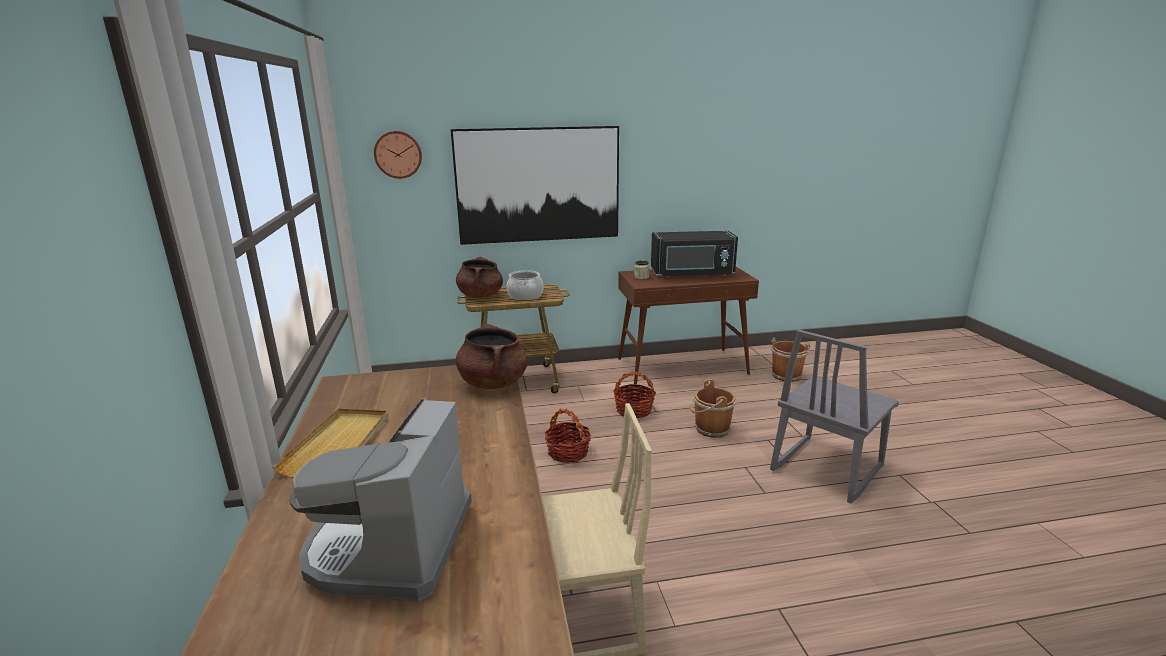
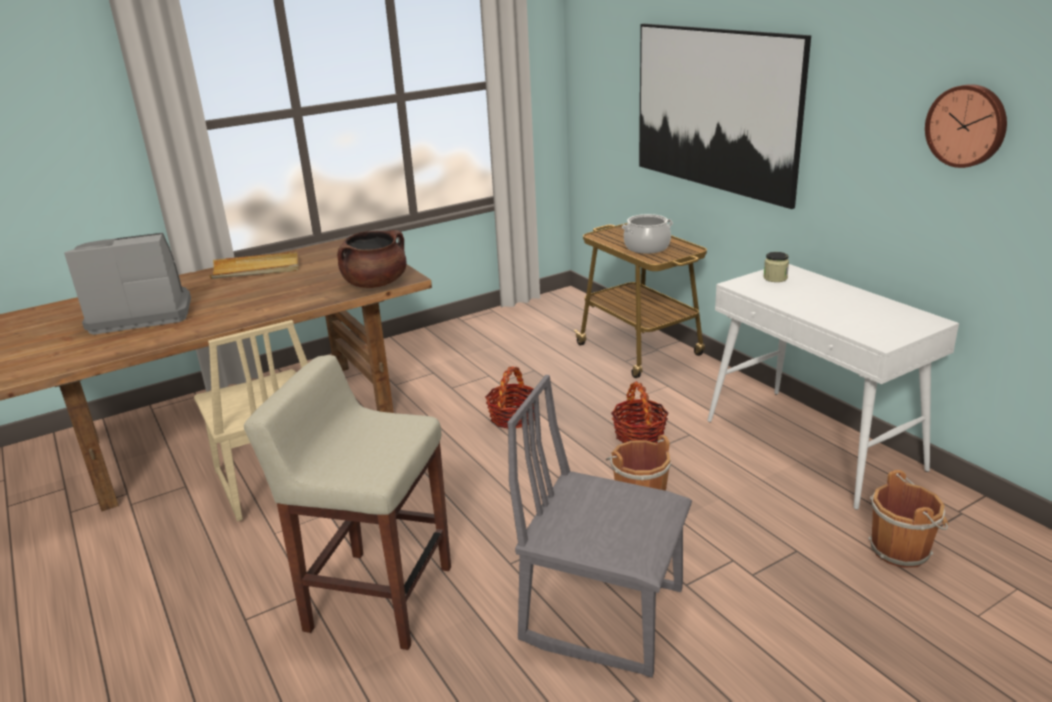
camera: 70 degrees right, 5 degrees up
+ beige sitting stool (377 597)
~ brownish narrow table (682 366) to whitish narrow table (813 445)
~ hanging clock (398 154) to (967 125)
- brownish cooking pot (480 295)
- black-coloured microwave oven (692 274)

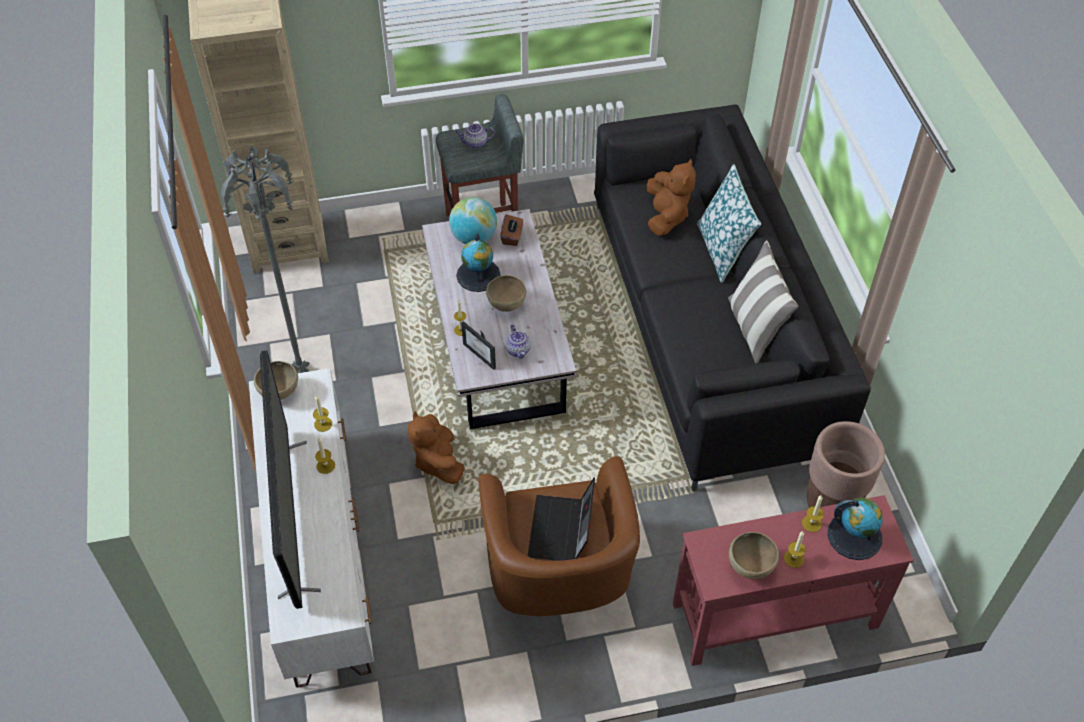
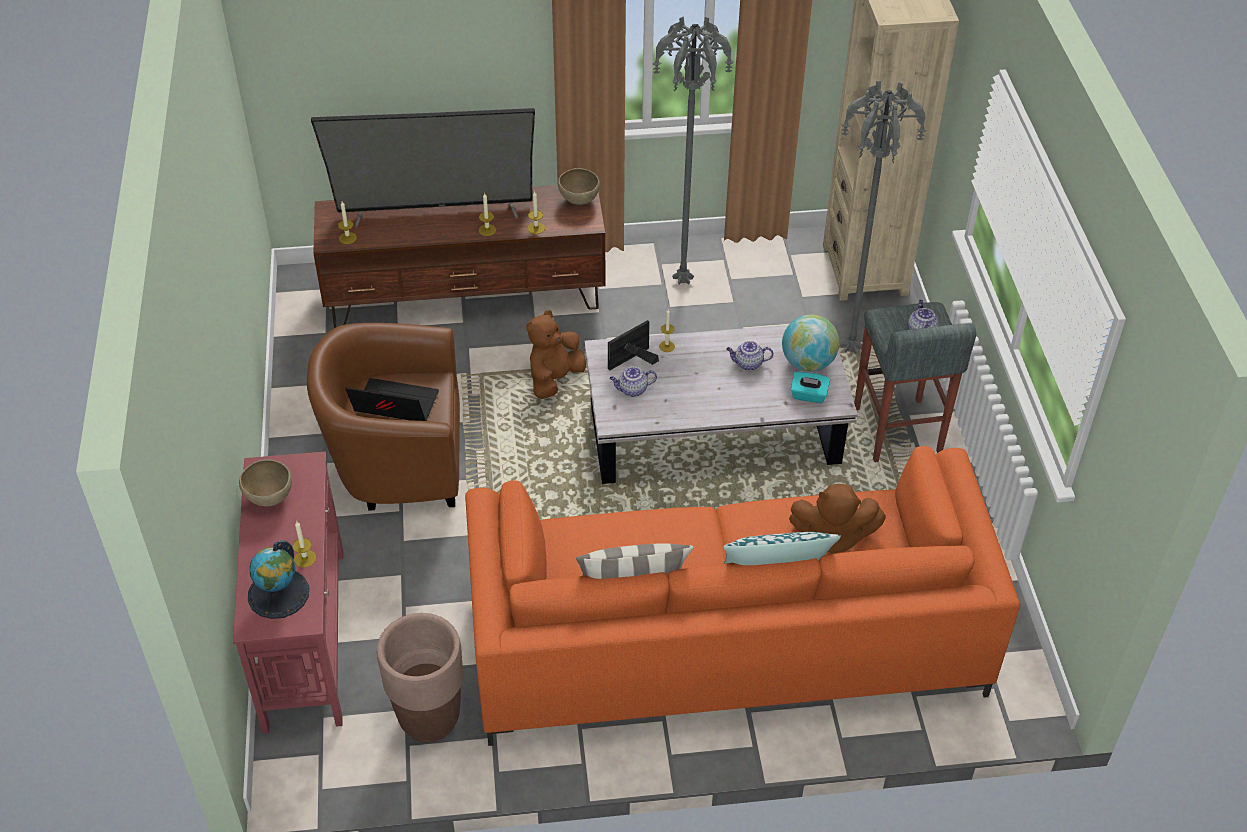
camera: 95 degrees right, 5 degrees down
~ whitish tv unit (319 551) to brownish tv unit (466 296)
~ wax light (793 558) to (347 238)
~ black-coloured settee (708 325) to orange settee (725 639)
~ brownish soft toy (438 461) = (554 379) 45 degrees counterclockwise
~ globe (478 275) to tea pot (748 364)
~ brownish box of tissues (512 237) to blue-green box of tissues (808 396)
+ gray floor lamp (848 350)
- brownish deep dish (506 305)

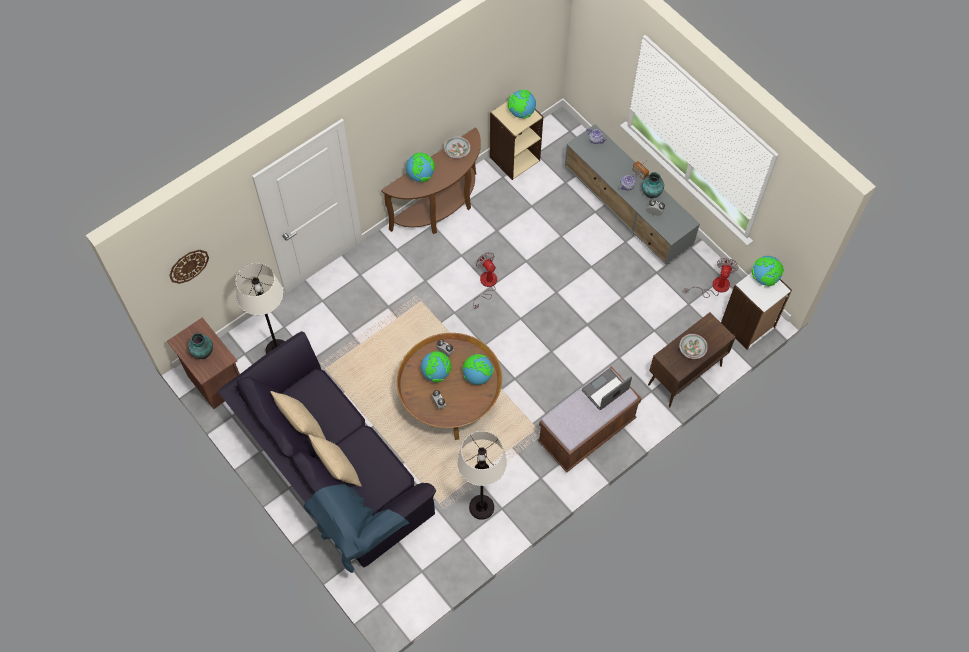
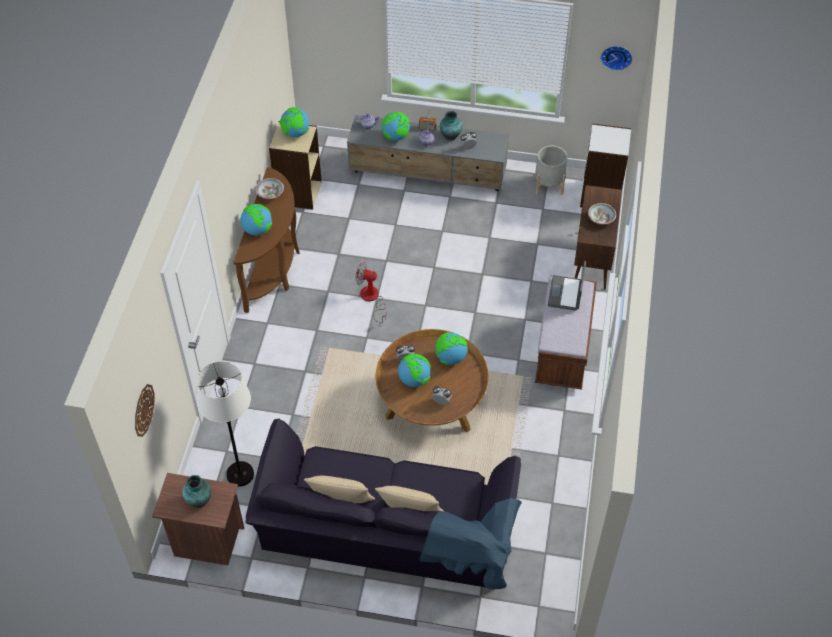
camera: 40 degrees left, 10 degrees down
~ globe (764 278) to (396 137)
~ cooling fan (714 286) to gray flower pot (548 184)
+ hanging clock (616 56)
- whitish floor lamp (481 507)

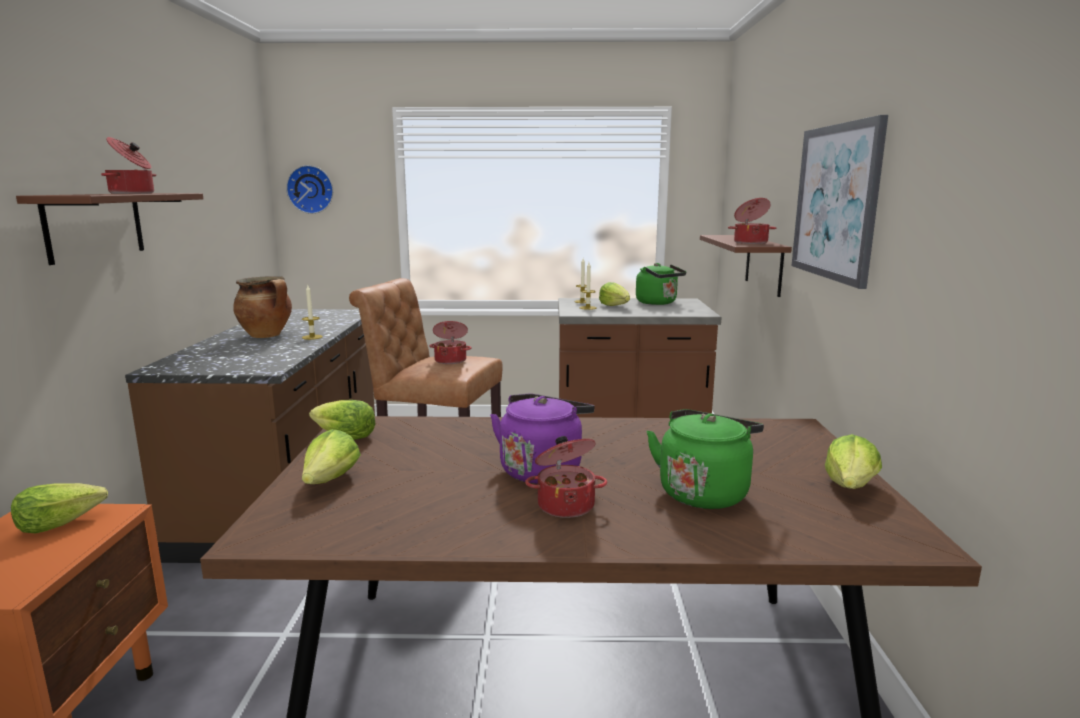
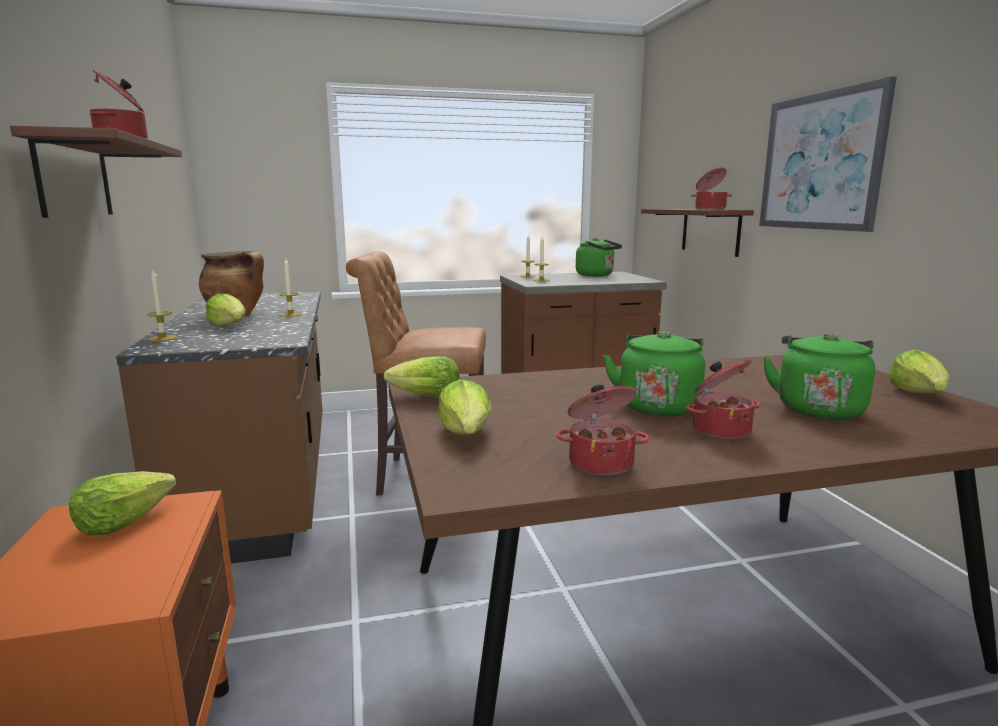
camera: 15 degrees left, 0 degrees up
+ wax light (163 338)
~ lettuce head (615 306) to (230 326)
~ cooking pot (451 360) to (601 463)
~ purplish kettle (542 469) to greenish kettle (658 405)
- hanging clock (311 189)

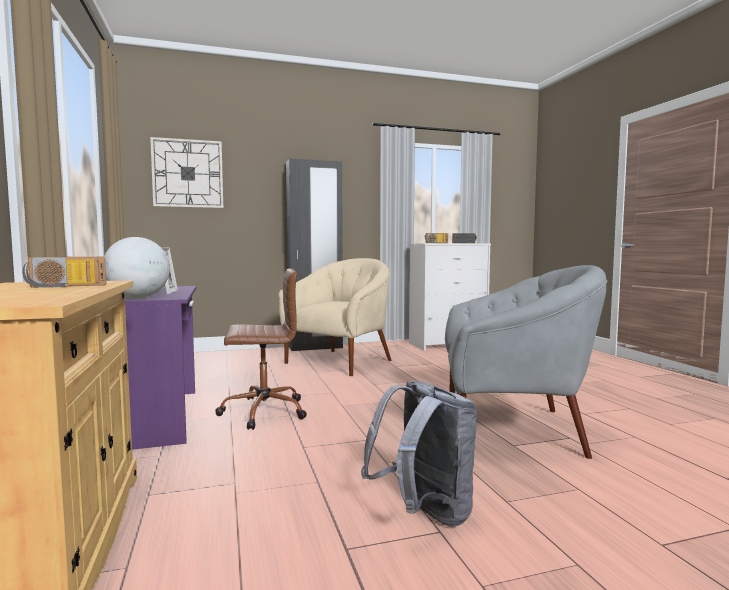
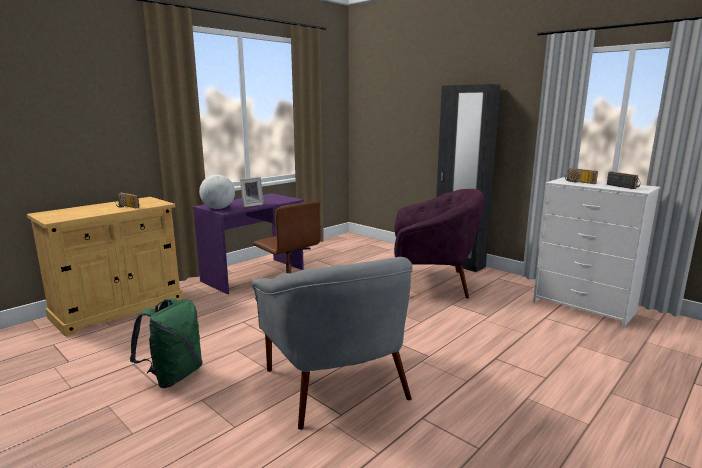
camera: 60 degrees right, 10 degrees up
~ gray backpack (424 514) to greenish backpack (173 376)
~ beige armchair (340 362) to purplish armchair (431 283)
- hanging clock (188 173)

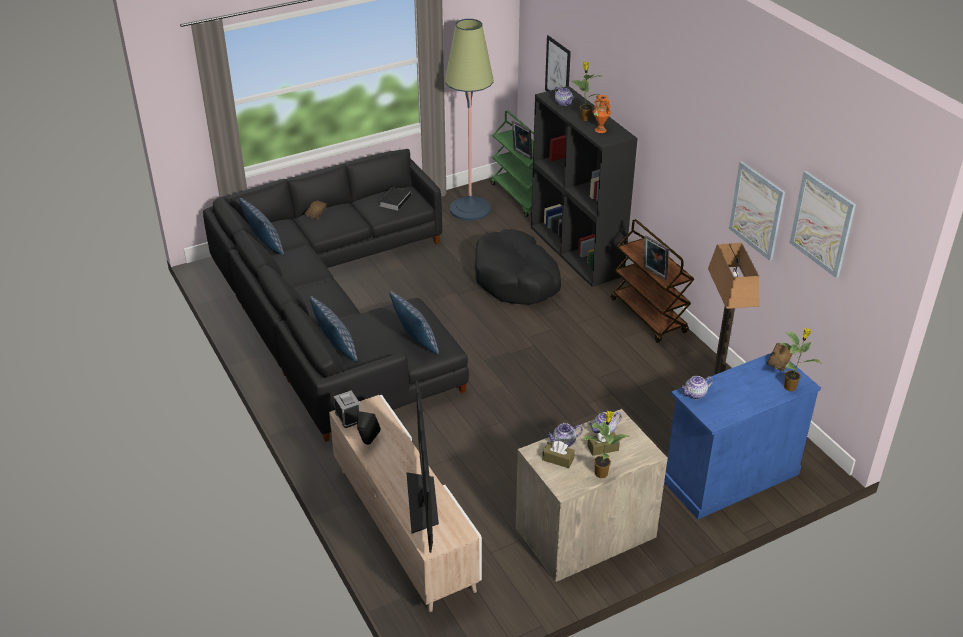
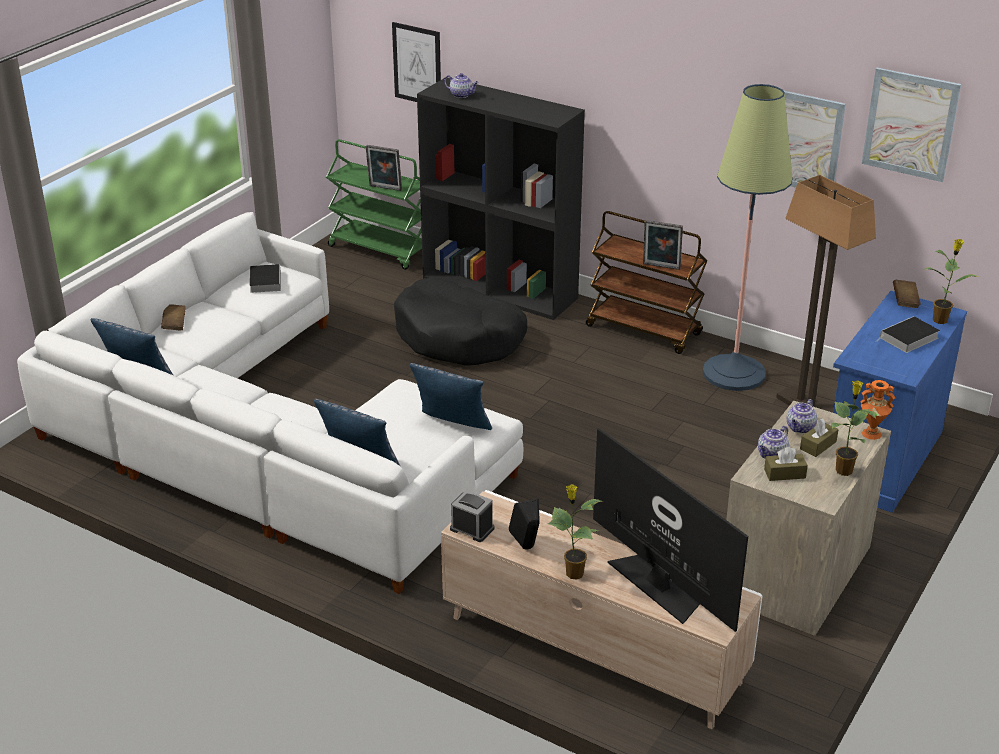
camera: 30 degrees left, 5 degrees down
~ black-coloured settee (336 310) to whitish settee (265 440)
~ houseplant (584 118) to (573 573)
~ floor lamp (470 209) to (734 373)
~ orange decorative vase (600 130) to (871 433)
+ book (908 338)
- tea pot (695 394)

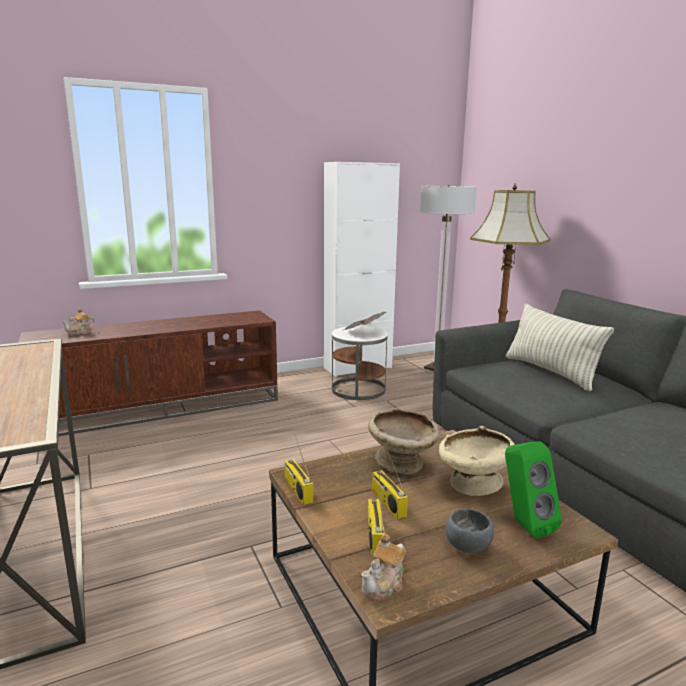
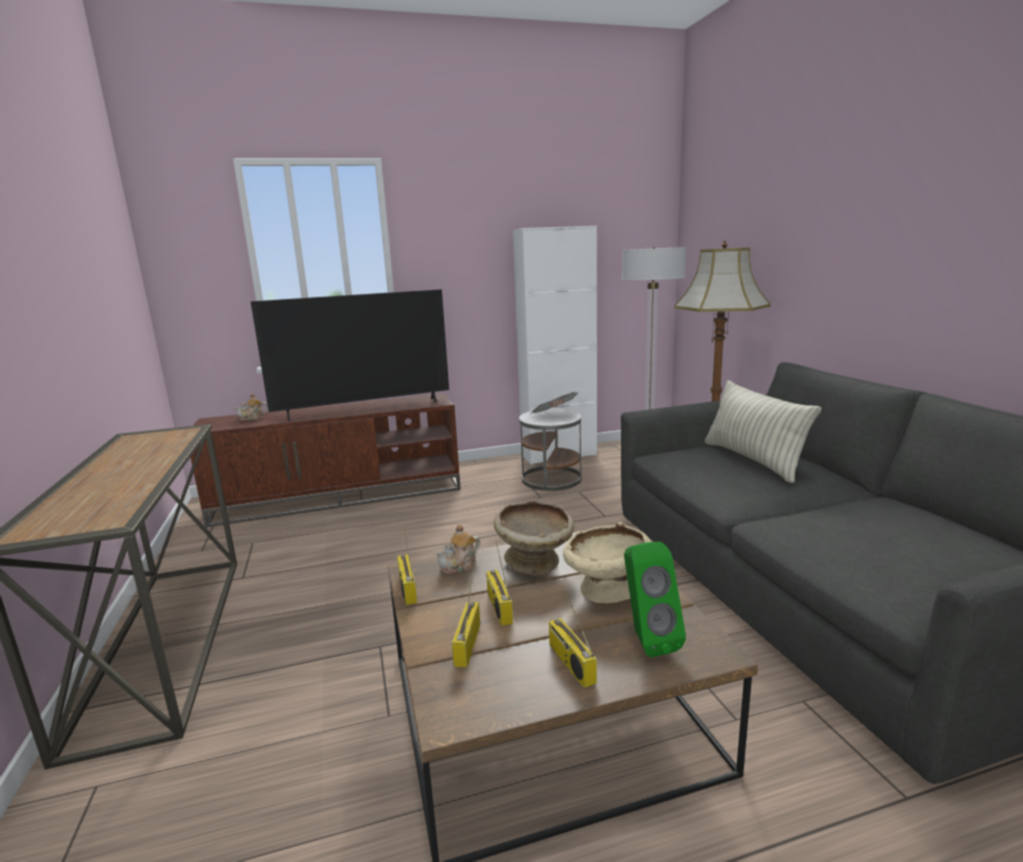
camera: 10 degrees right, 0 degrees up
+ TV set (364 409)
~ tea pot (384 584) to (459 565)
~ gray deep dish (469 546) to radio set (569 662)

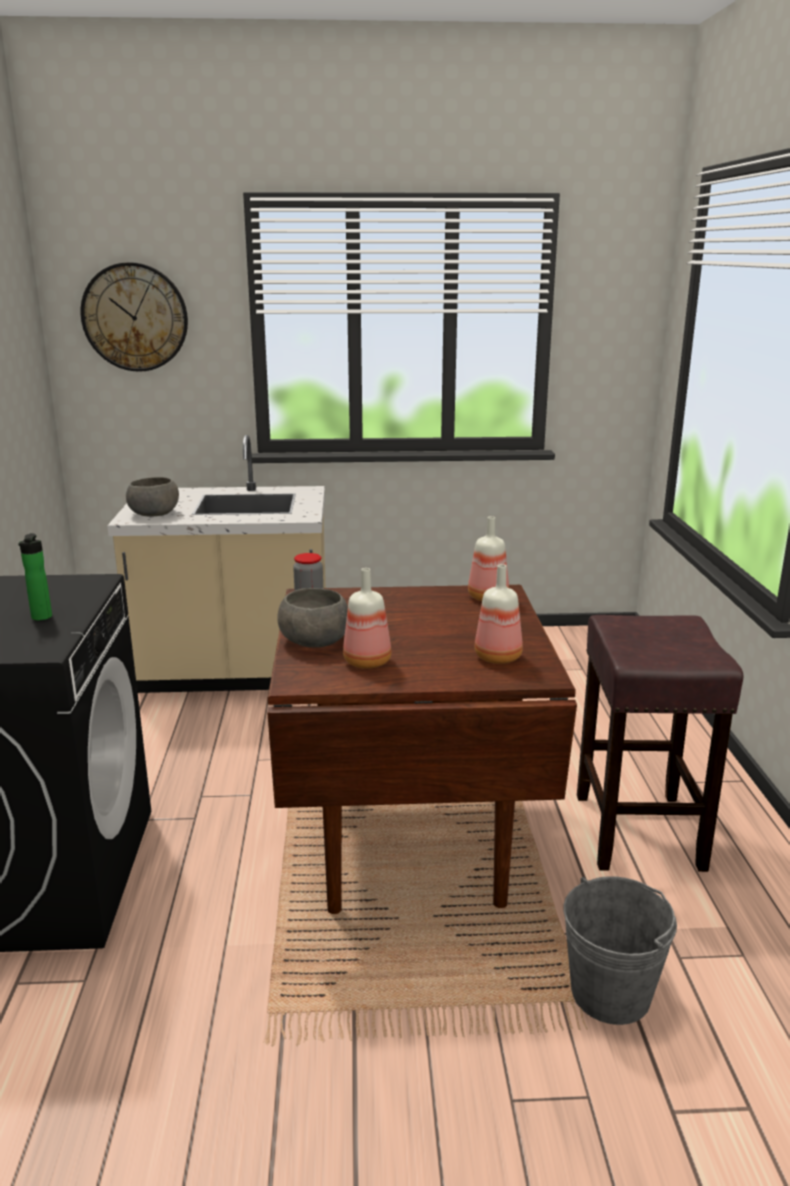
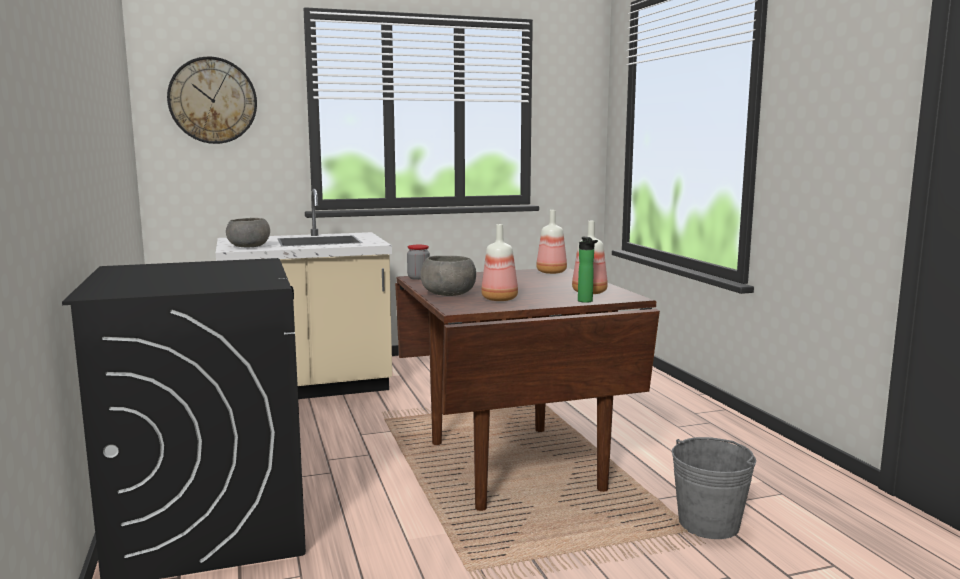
camera: 15 degrees left, 10 degrees down
~ drink bottle (41 618) to (586 301)
- brownish sitting stool (639 833)

